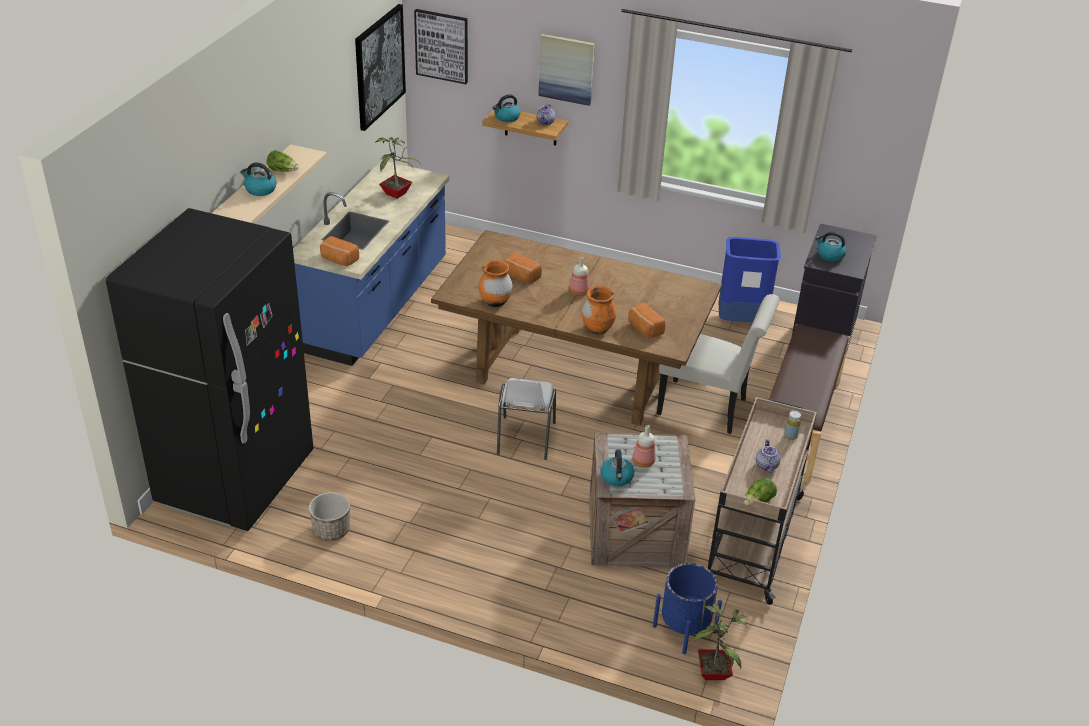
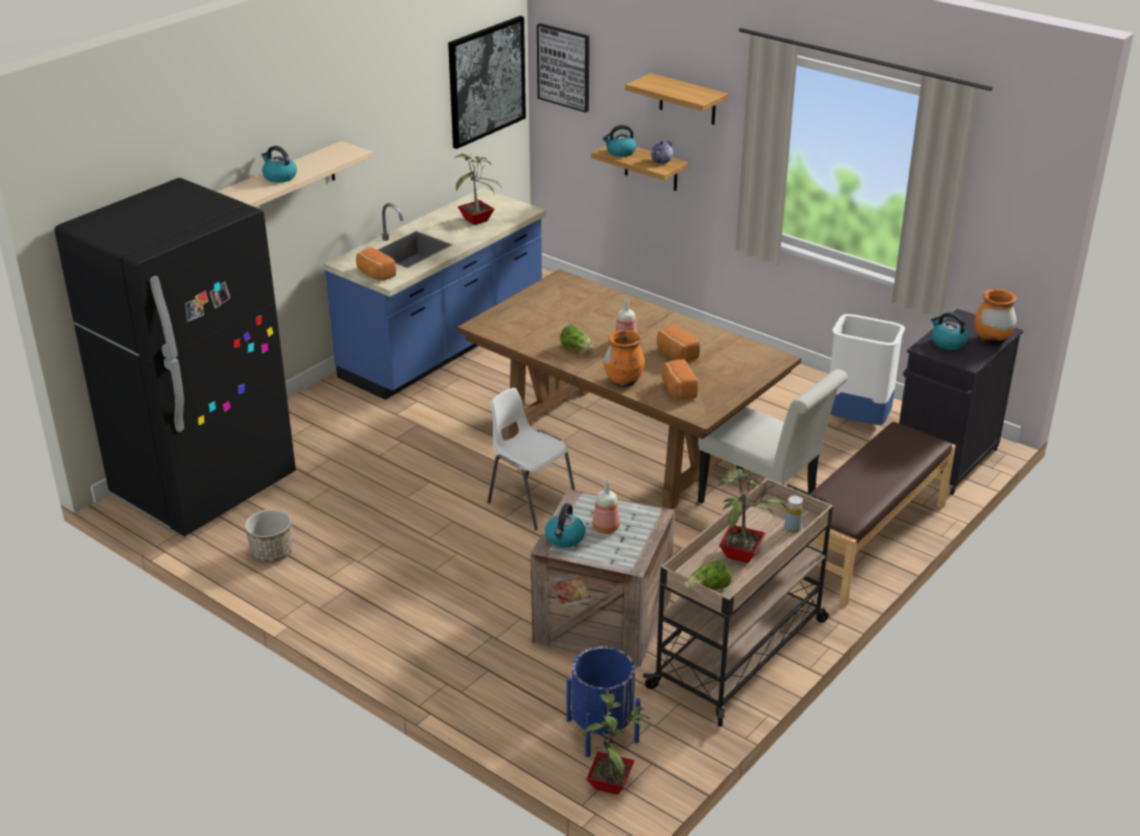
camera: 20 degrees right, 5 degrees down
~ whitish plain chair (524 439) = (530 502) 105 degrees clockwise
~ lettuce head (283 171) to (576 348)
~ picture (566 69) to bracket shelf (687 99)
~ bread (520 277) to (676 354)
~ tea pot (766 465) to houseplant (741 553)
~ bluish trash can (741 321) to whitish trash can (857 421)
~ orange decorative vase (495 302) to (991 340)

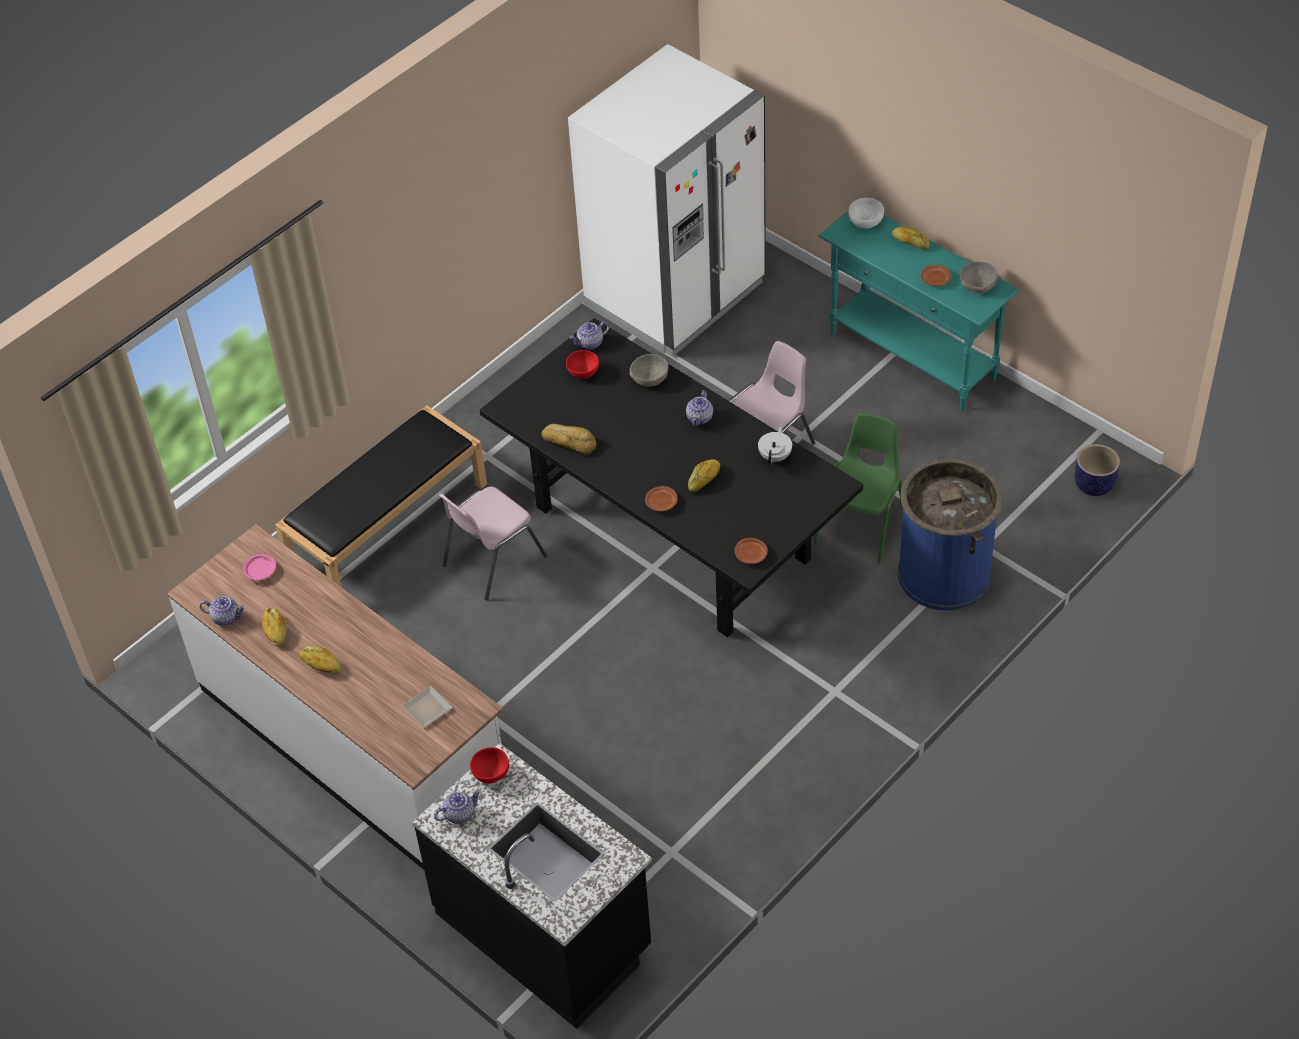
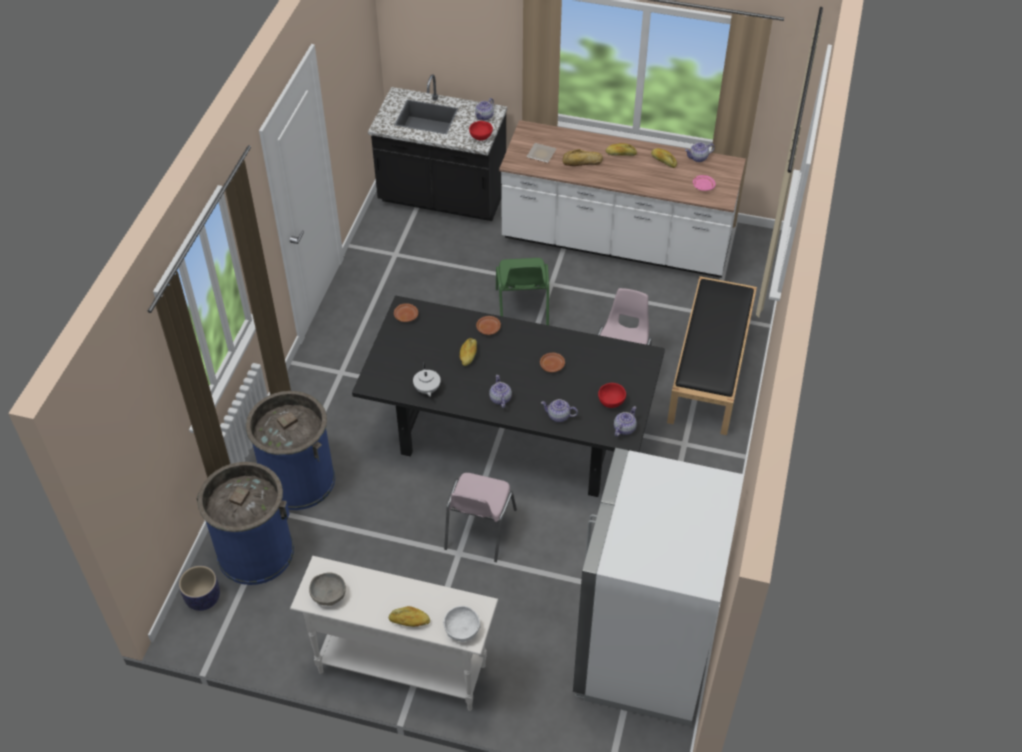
camera: 150 degrees right, 0 degrees up
+ bluish trash can (255 551)
~ blue-green narrow table (912 357) to whitish narrow table (401 668)
~ greenish plain chair (861 523) to (522 309)
~ brownish plate (935 280) to (552 365)
~ gray deep dish (649 378) to tea pot (558 416)
~ bread (569 441) to (582 162)

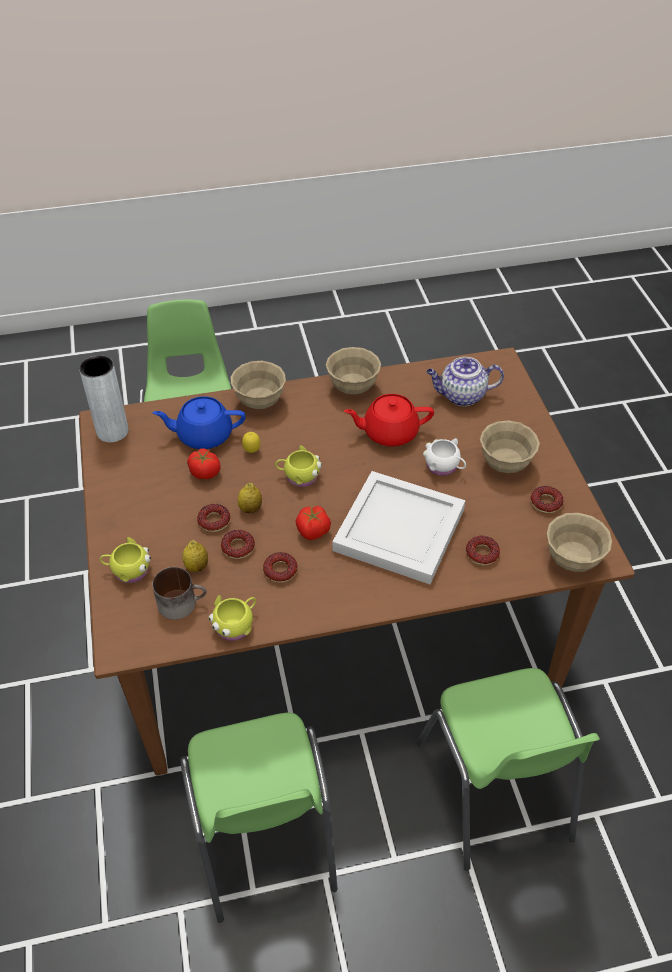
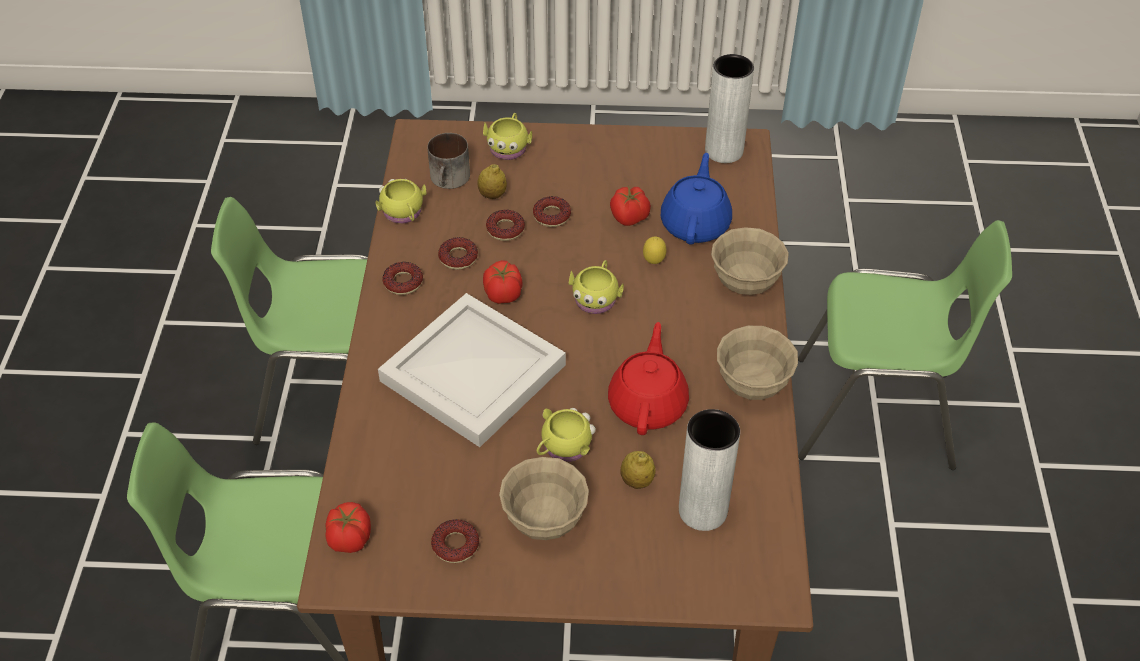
camera: 105 degrees right, 0 degrees up
~ beige deep dish (572 559) to tomato (349 539)
~ donut (482 553) to (403 282)
~ whitish mug (444 467) to yellow-coloured mug (563 448)
~ lemon (250 508) to (637 481)
~ tea pot (461 396) to gray decorative vase (703 510)

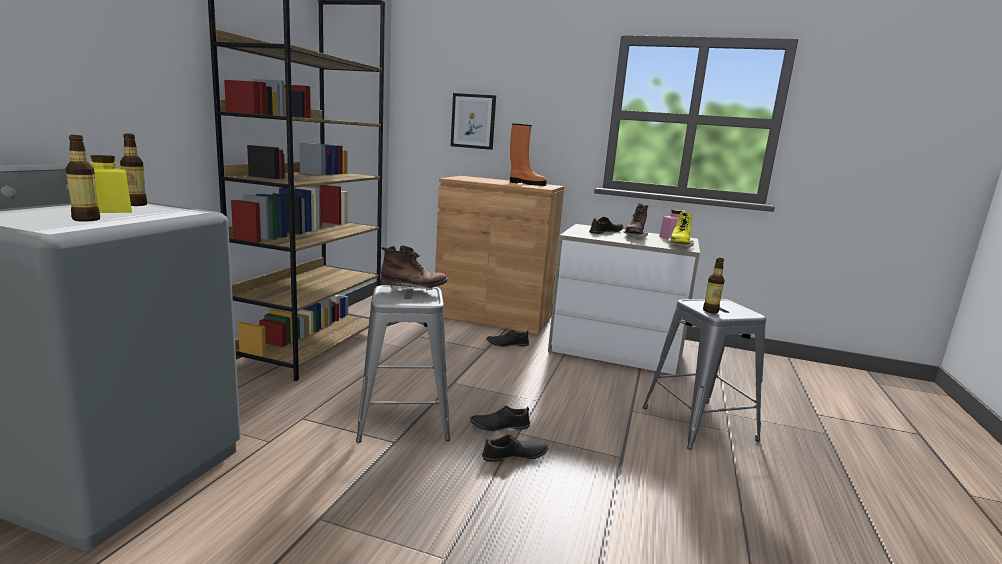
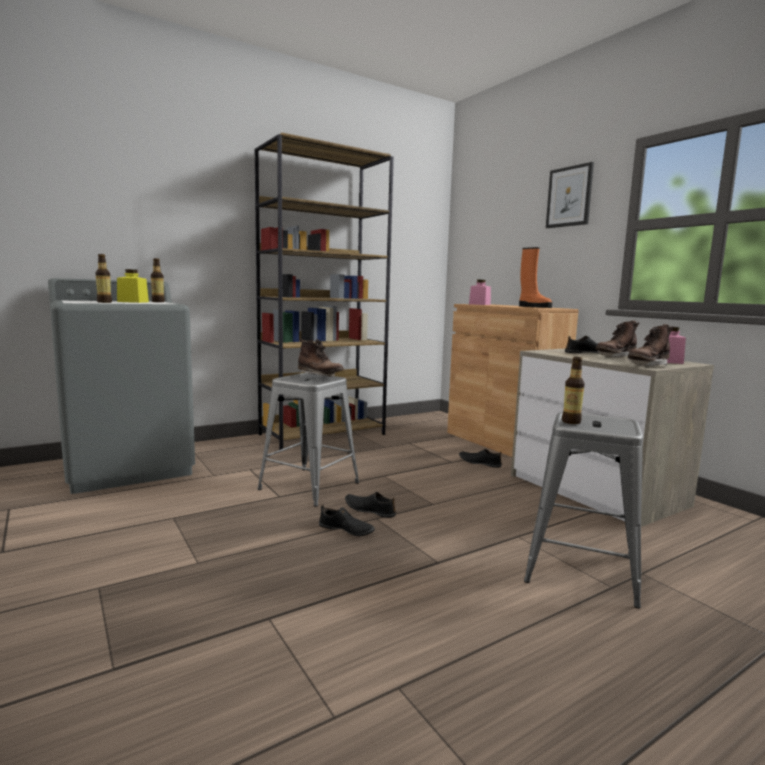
camera: 40 degrees right, 5 degrees down
+ pink preserve jar (479 304)
~ picture (473 121) to (569 196)
~ yellow-coloured boot (679 246) to brownish boot (647 365)

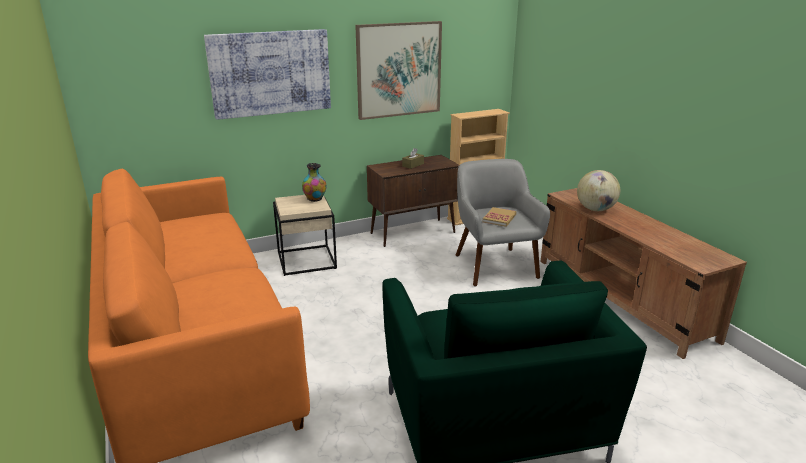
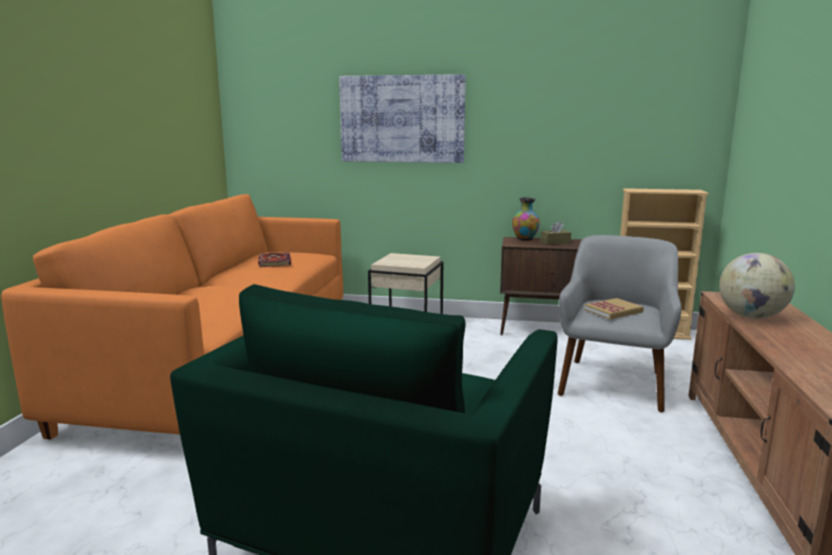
camera: 35 degrees right, 10 degrees down
+ book (274 261)
~ decorative vase (315 199) to (525 239)
- picture (399 70)

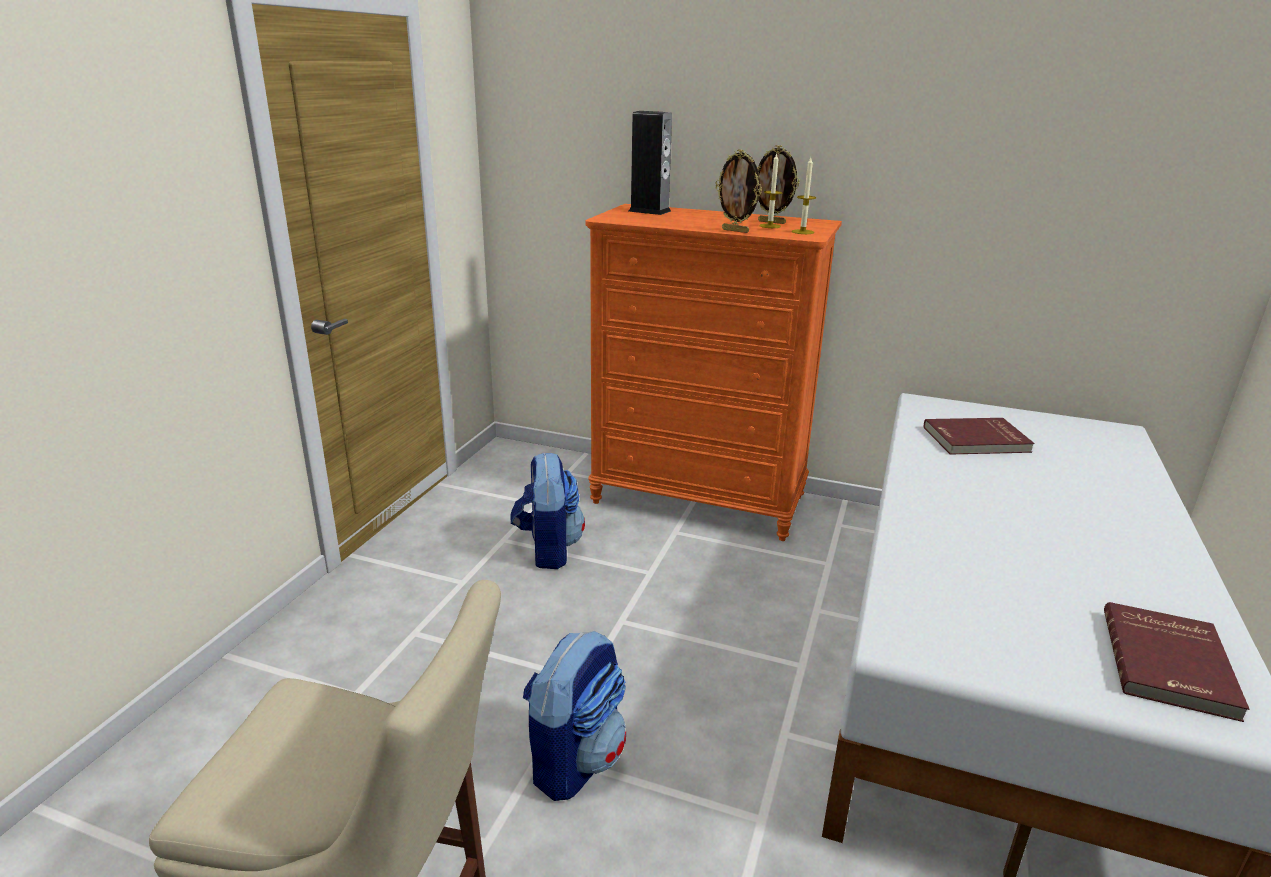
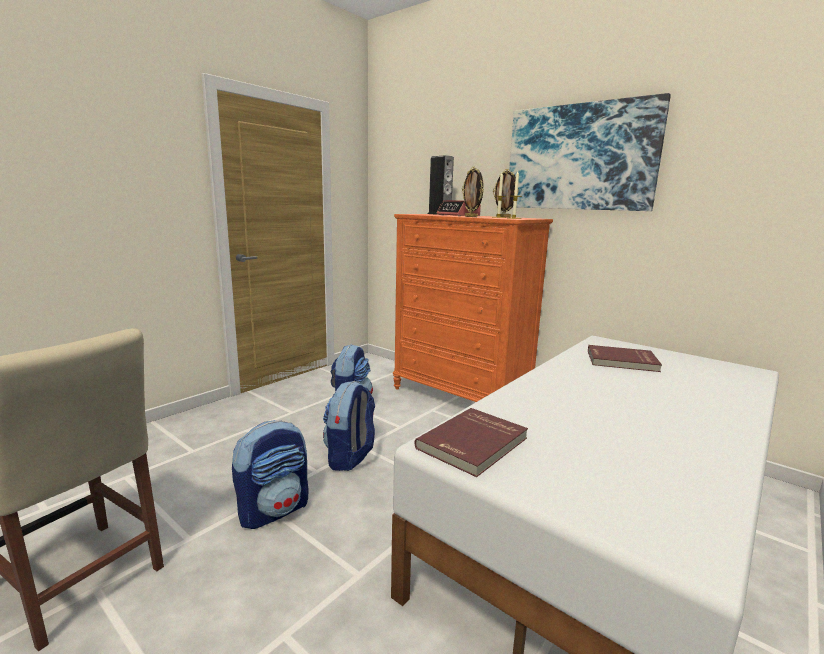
camera: 20 degrees right, 10 degrees down
+ backpack (350 457)
~ reddish book (1170 664) to (474 444)
+ alarm clock (458 215)
+ picture (579 157)

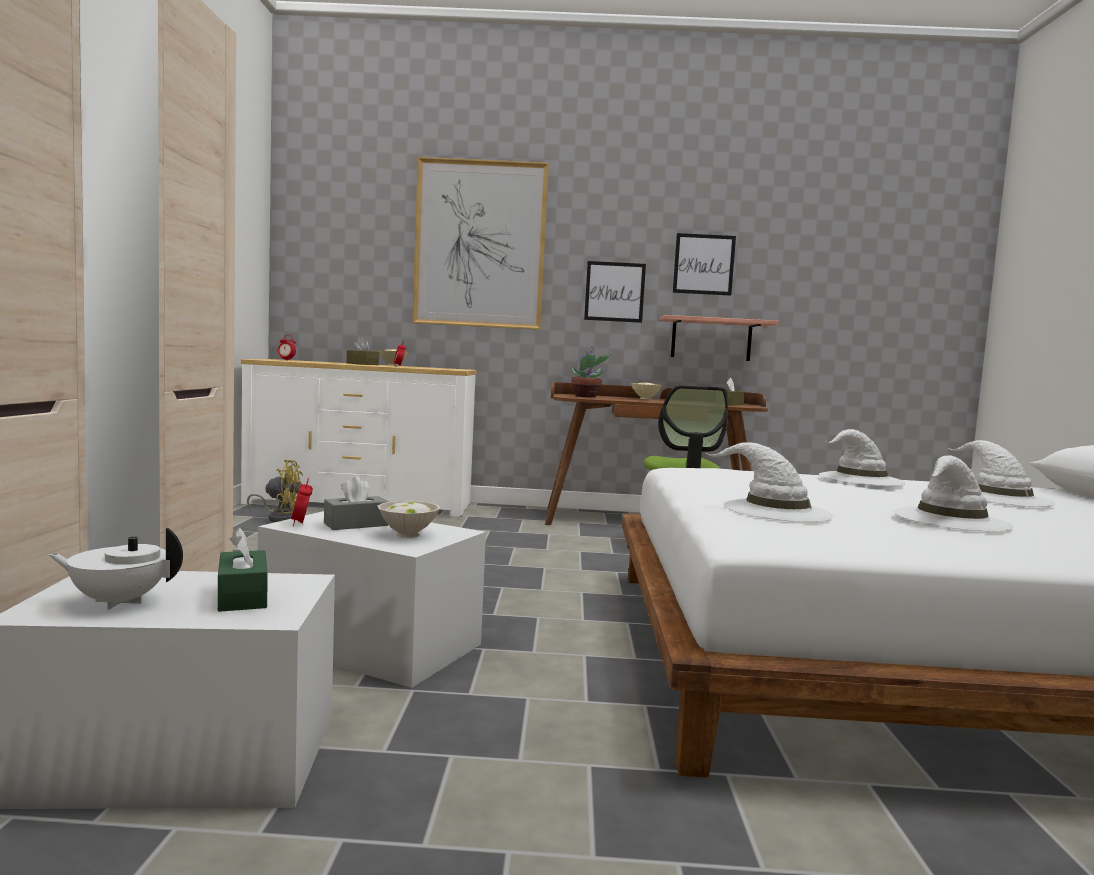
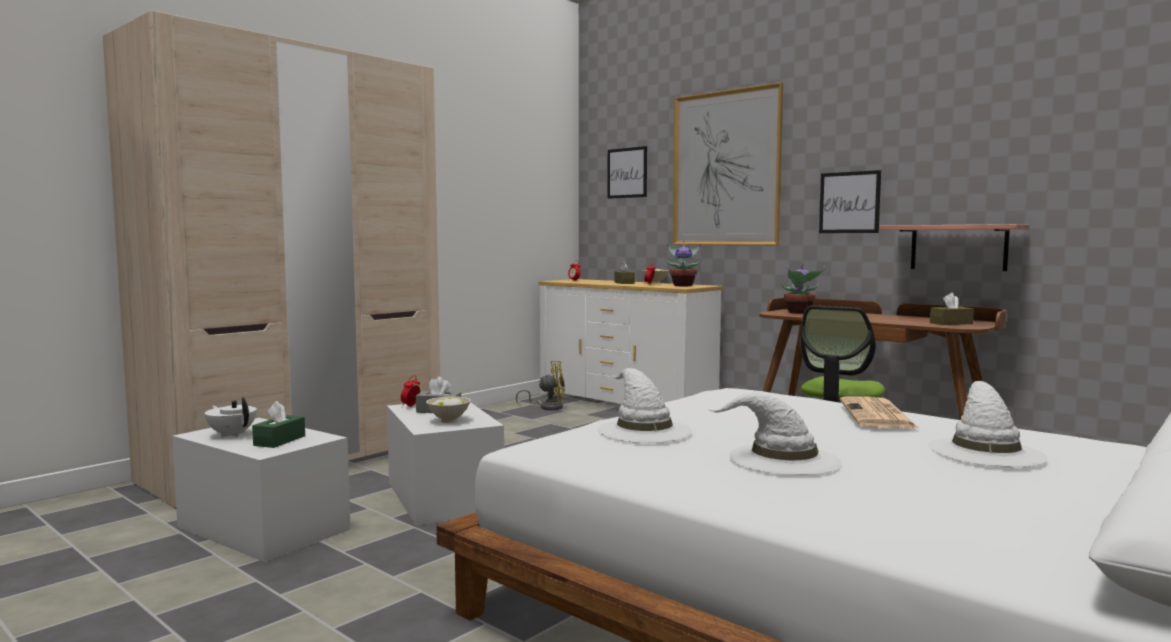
camera: 40 degrees right, 0 degrees up
~ yellow-coloured cooling fan (280 518) = (548 407) 45 degrees counterclockwise
~ picture (703 264) to (627 173)
+ houseplant (683 285)
~ whitish clothing hat (860 479) to newspaper (877 415)
- beige deep dish (646 399)

